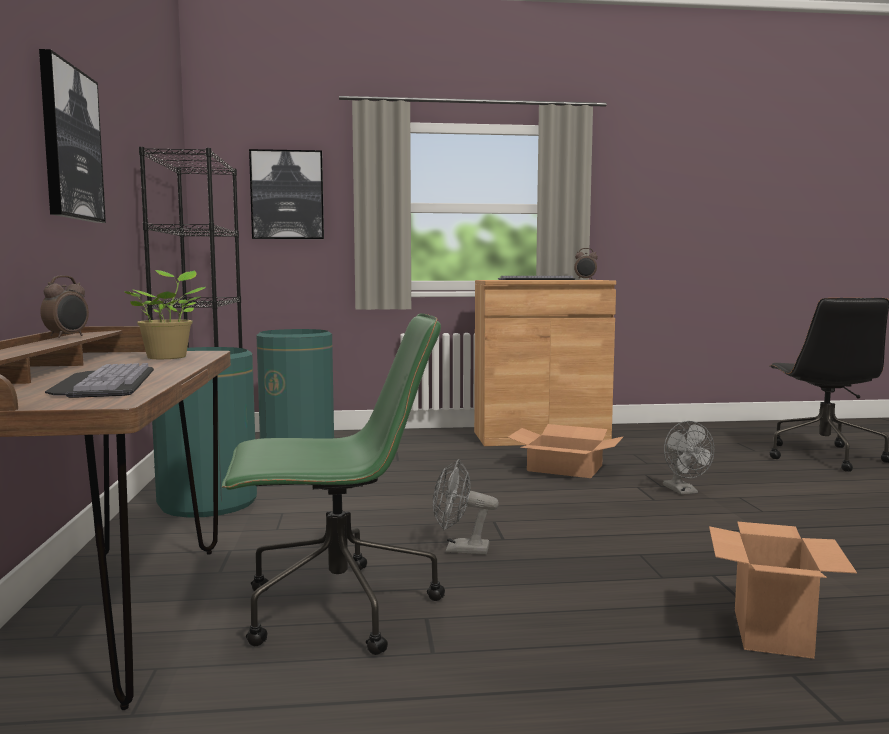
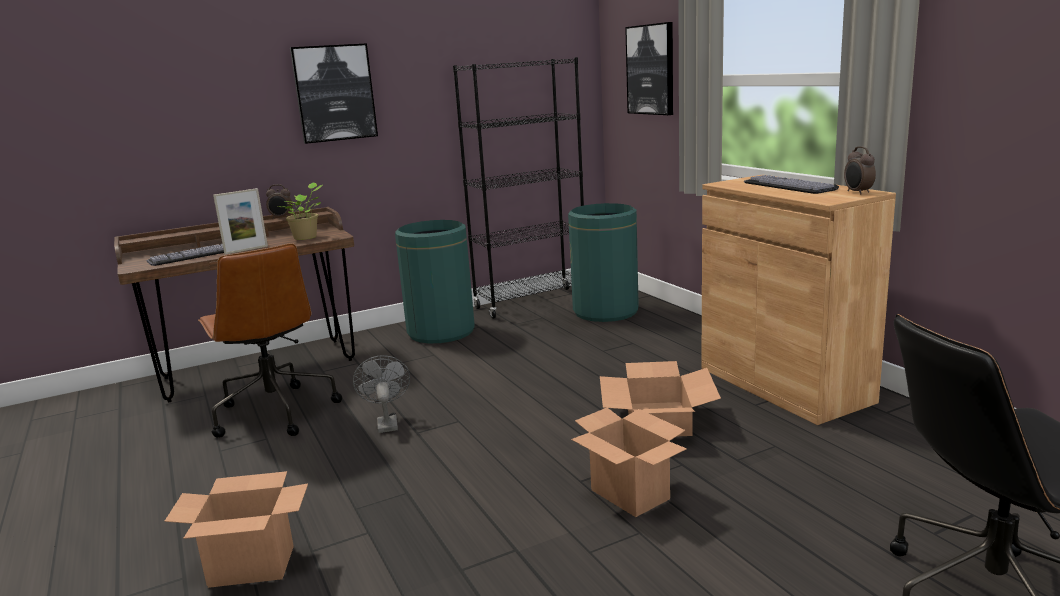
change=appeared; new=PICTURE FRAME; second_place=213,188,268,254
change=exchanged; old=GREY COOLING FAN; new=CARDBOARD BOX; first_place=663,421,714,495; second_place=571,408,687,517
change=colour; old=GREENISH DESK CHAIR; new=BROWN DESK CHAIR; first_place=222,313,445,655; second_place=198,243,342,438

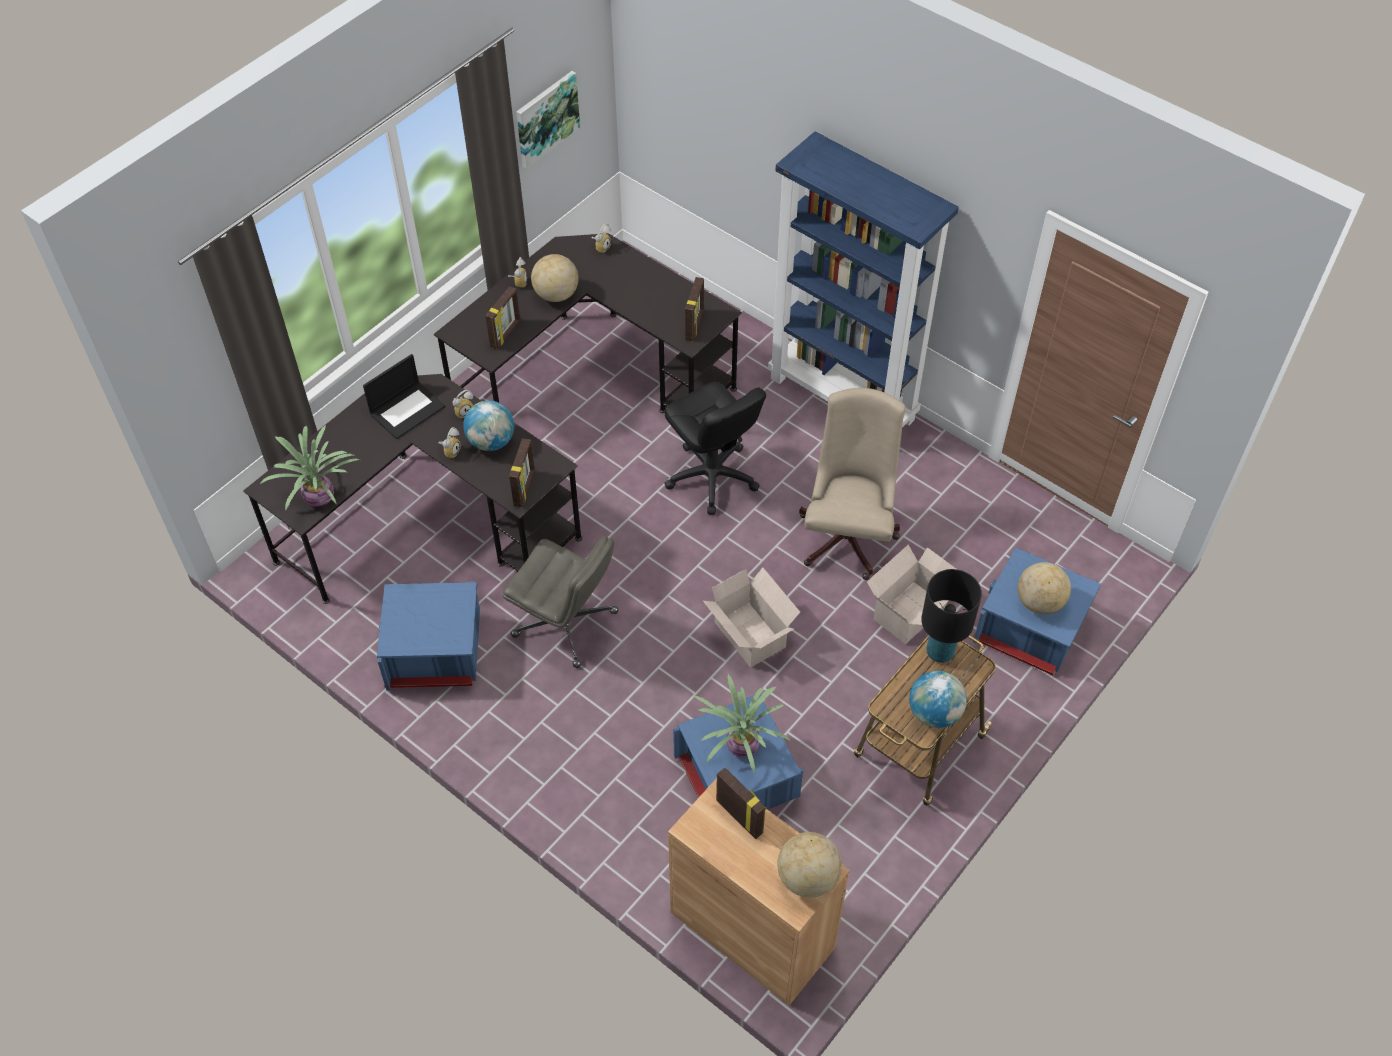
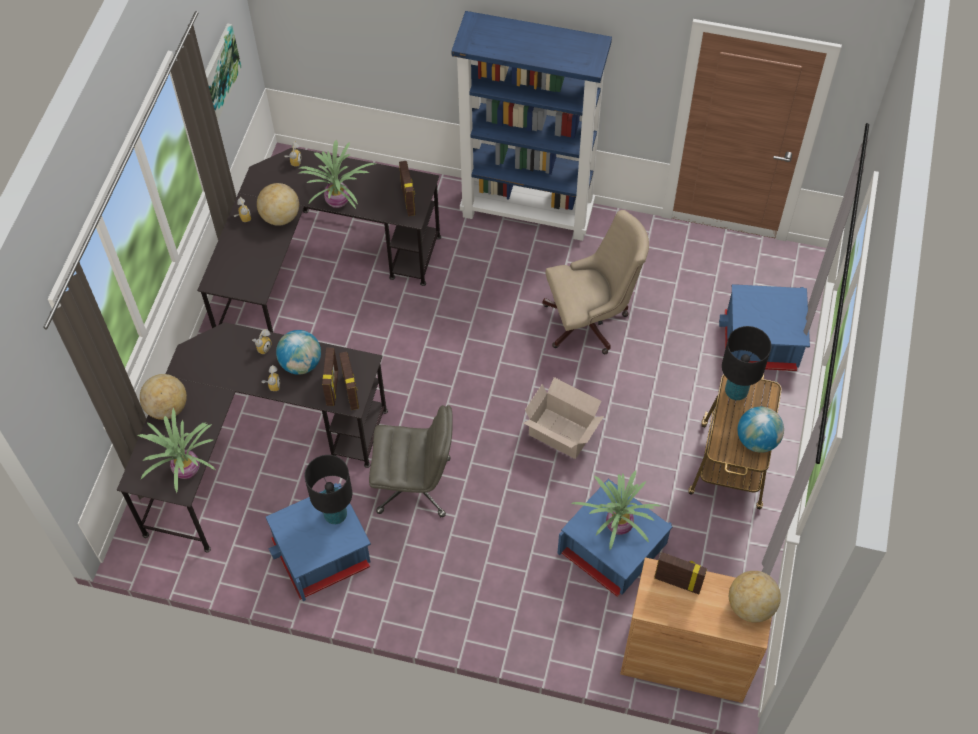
change=missing; old=PORTABLE COMPUTER; first_place=363,354,445,439
change=missing; old=BLACK-COLOURED DESK CHAIR; first_place=664,382,766,515
change=missing; old=CARDBOARD BOX; first_place=867,545,958,644
change=appeared; new=PLANT IN A POT; second_place=298,140,375,209
change=appeared; new=BLACK-COLOURED TABLETOP LAMP; second_place=304,455,352,524
change=relocated; old=PICTURE FRAME; first_place=485,286,520,349; second_place=322,348,338,406
change=relocated; old=GLOBE; first_place=1018,562,1071,614; second_place=140,374,187,420
change=spun; old=SAND-COLOURED DESK CHAIR; first_place=799,388,905,580; second_place=543,210,649,354; degrees=90

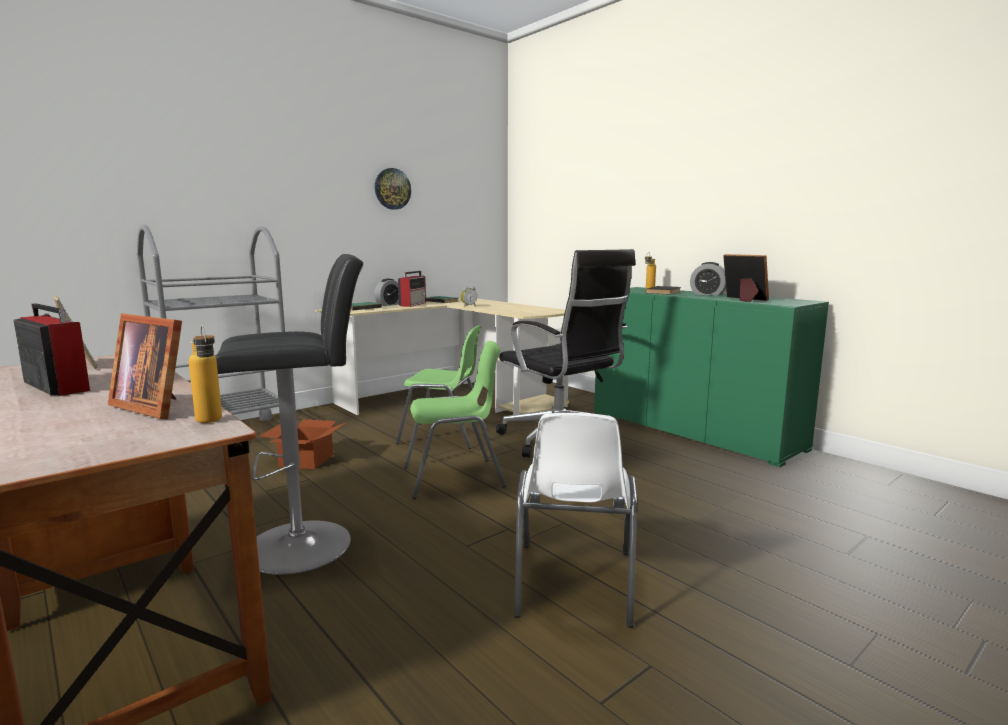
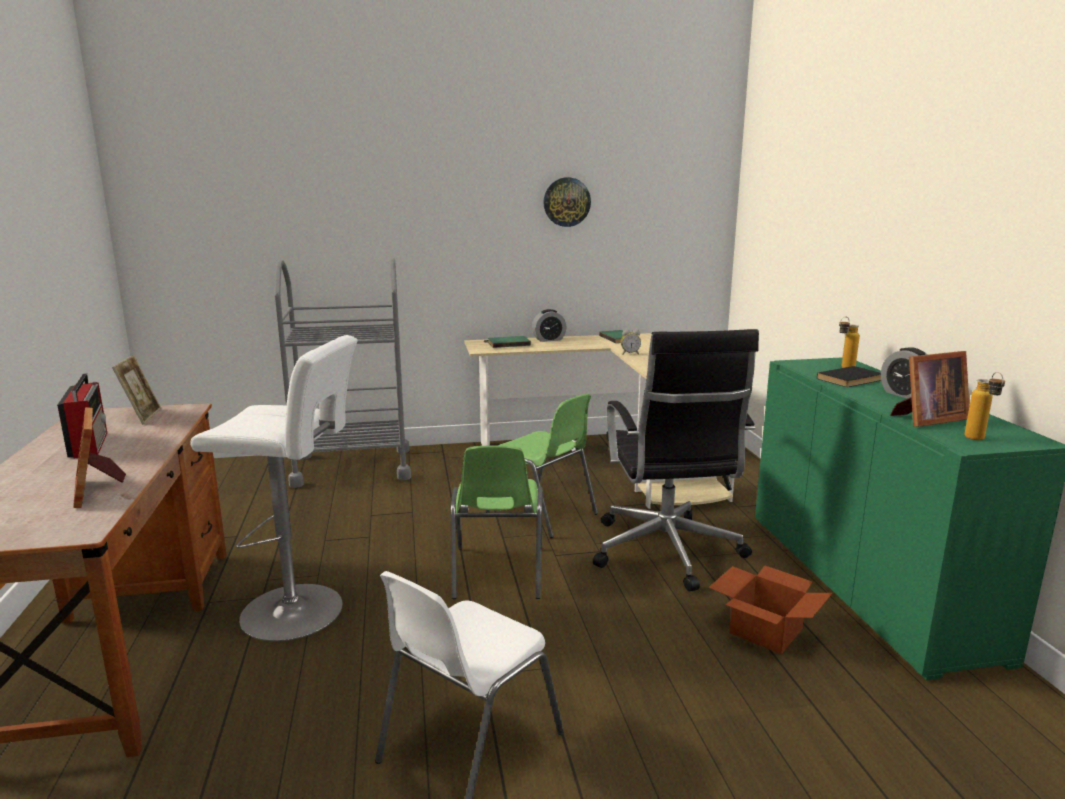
change=missing; old=RADIO; first_place=398,271,426,307
change=relocated; old=BEVERAGE BOTTLE; first_place=189,325,222,423; second_place=965,372,1005,440
change=relocated; old=CARDBOARD BOX; first_place=258,419,347,469; second_place=708,565,832,654
change=colour; old=BLACK-COLOURED SITTING STOOL; new=WHITE SITTING STOOL; first_place=216,254,363,575; second_place=190,335,358,641
change=spun; old=GREENISH CHAIR; first_place=404,341,506,499; second_place=450,445,543,599; degrees=75
change=spun; old=PICTURE FRAME; first_place=723,254,769,302; second_place=890,351,969,427; degrees=75

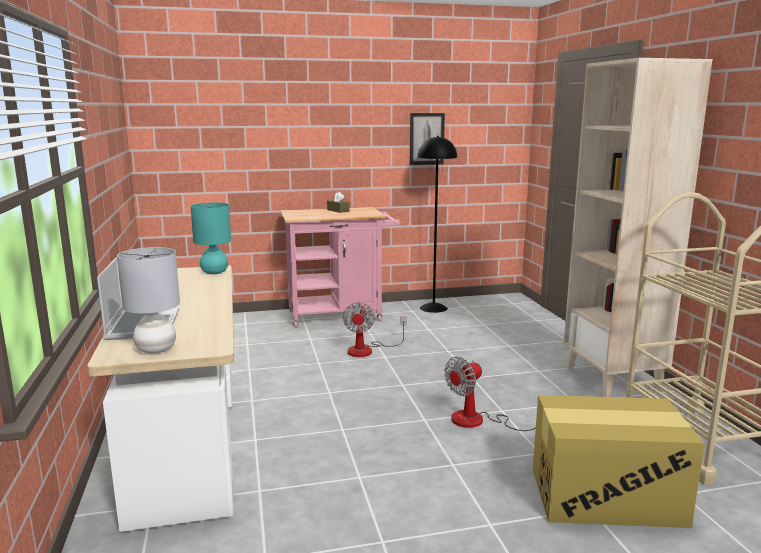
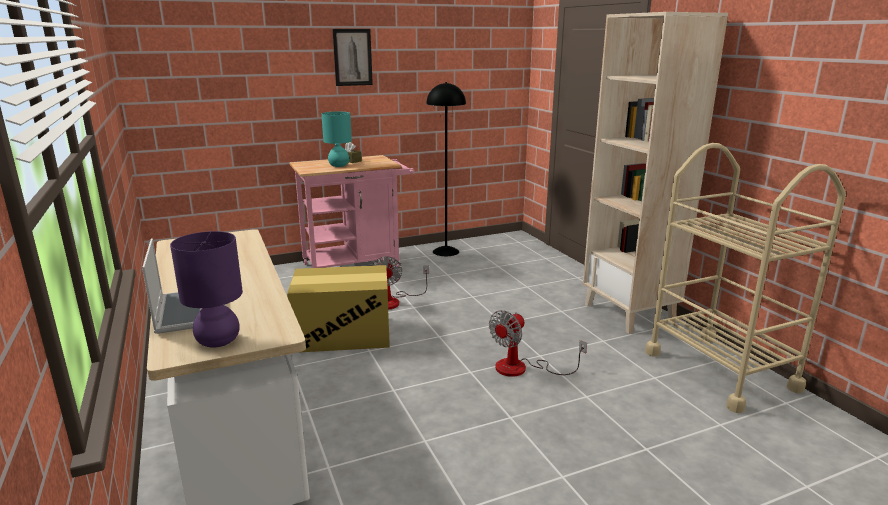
change=relocated; old=BLUE-GREEN TABLETOP LAMP; first_place=190,202,231,274; second_place=321,112,352,167
change=relocated; old=PICTURE; first_place=410,113,445,165; second_place=333,29,373,86
change=relocated; old=CARDBOARD BOX; first_place=533,395,705,528; second_place=287,265,390,353
change=colour; old=GREY TABLETOP LAMP; new=PURPLE-COLOURED TABLETOP LAMP; first_place=117,247,180,354; second_place=170,231,243,348

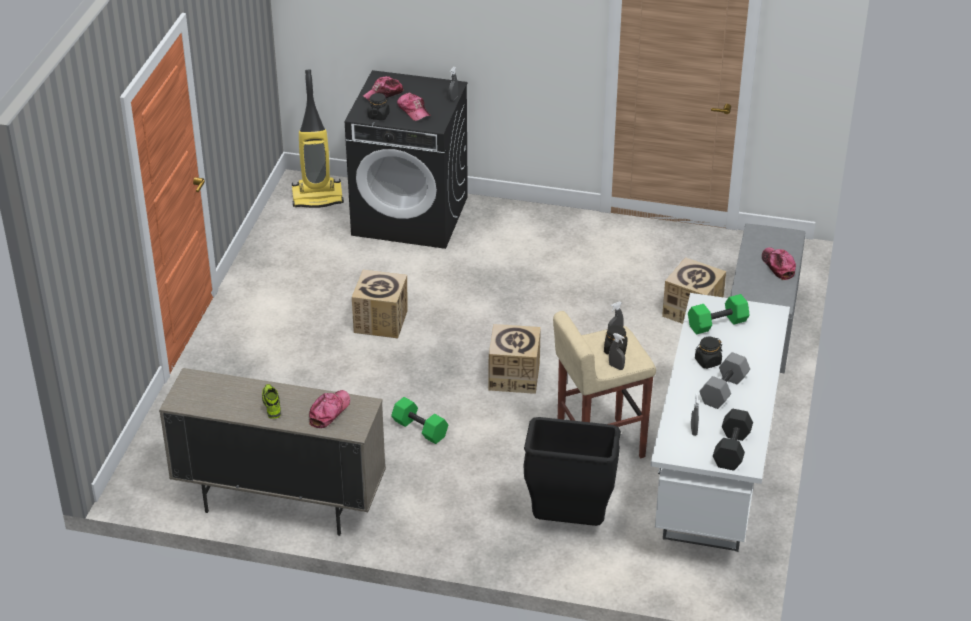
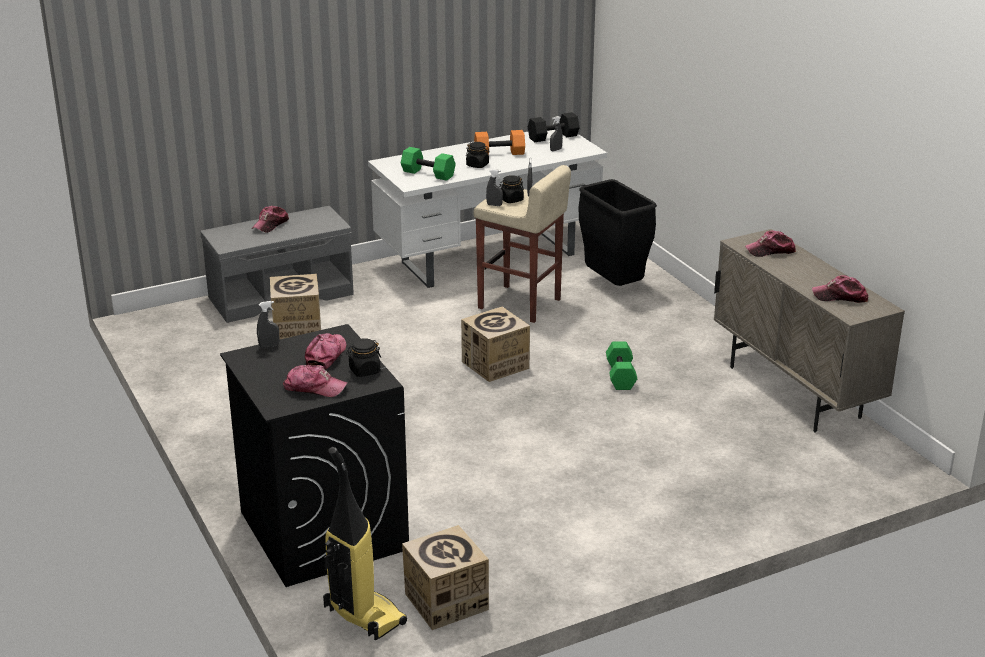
change=missing; old=LOW SHOE; first_place=262,384,281,419
change=appeared; new=BASEBALL CAP; second_place=812,275,868,303
change=relocated; old=CARDBOARD BOX; first_place=352,270,408,338; second_place=402,525,489,630
change=colour; old=GREY DUMBBELL; new=ORANGEY DUMBBELL; first_place=699,352,750,409; second_place=474,130,525,155

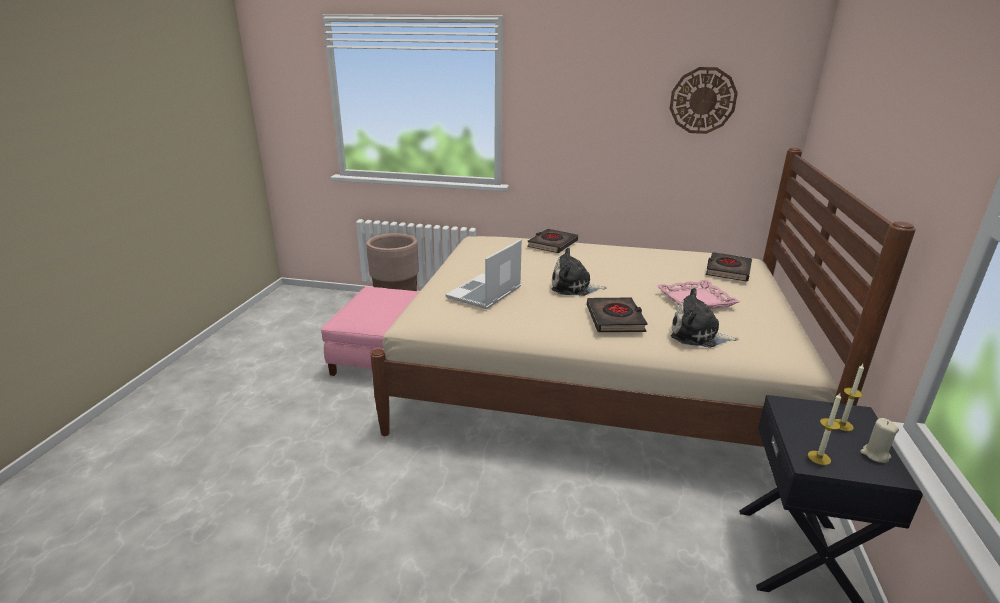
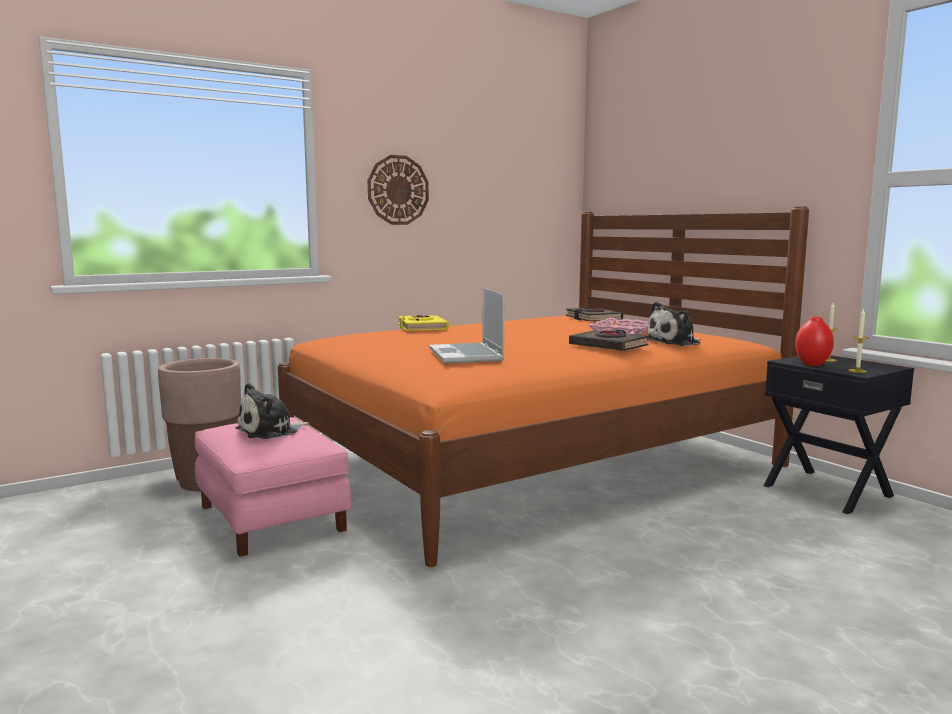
change=missing; old=SAND-COLOURED CANDLE; first_place=860,418,899,463
change=appeared; new=RED-COLOURED VASE; second_place=795,316,834,366
change=relocated; old=SOFT TOY; first_place=552,248,607,296; second_place=236,383,309,439
change=relocated; old=HANGING CLOCK; first_place=670,67,738,134; second_place=368,155,429,225
change=colour; old=SAND-COLOURED SLEEPING BED; new=ORANGEY SLEEPING BED; first_place=370,148,916,447; second_place=278,206,809,567
change=colour; old=BLACK-COLOURED BOUND BOOK; new=YELLOWISH BOUND BOOK; first_place=527,229,578,253; second_place=398,315,449,331

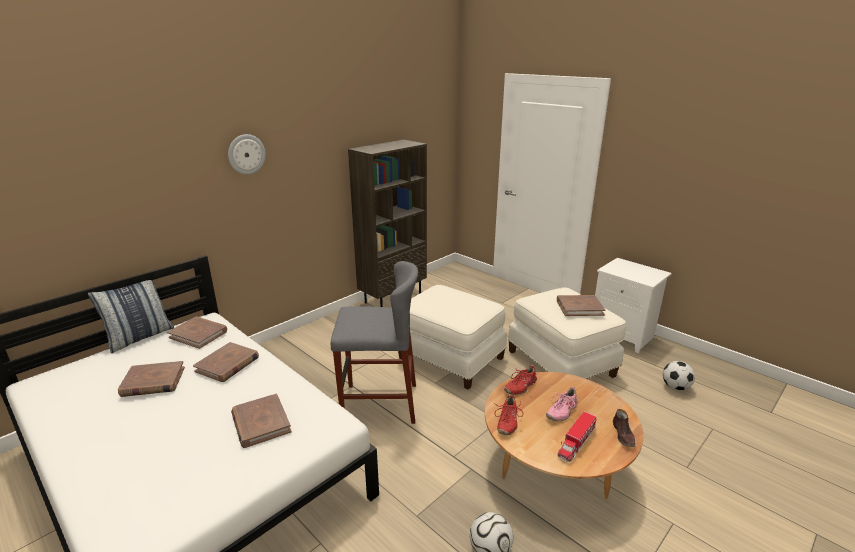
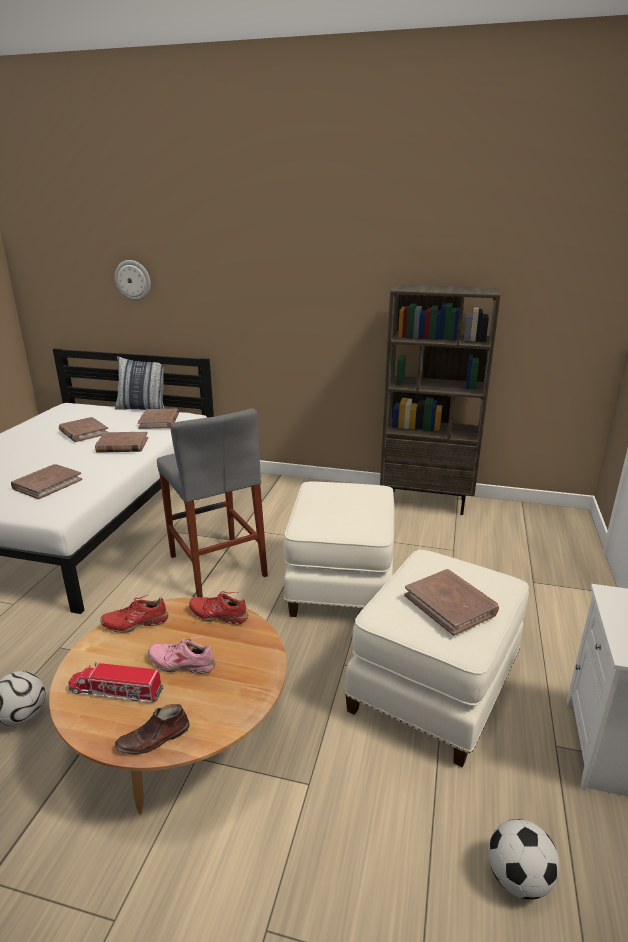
change=relocated; old=HANGING CLOCK; first_place=228,134,266,175; second_place=115,260,151,301

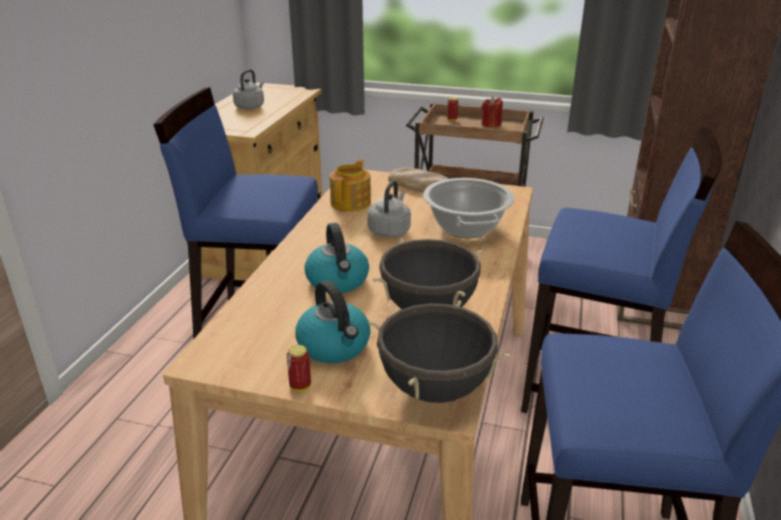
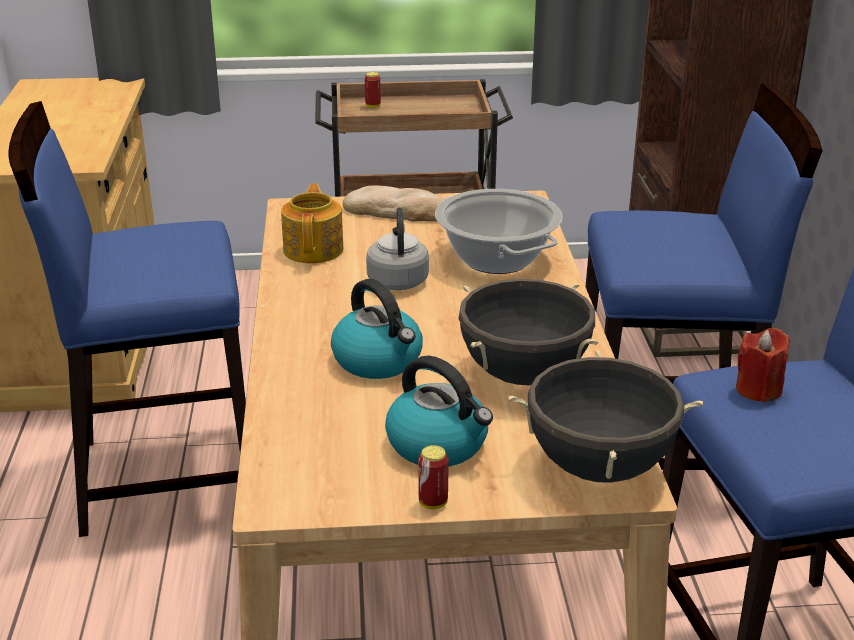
change=missing; old=GREY TEA KETTLE; first_place=233,69,264,110
change=relocated; old=RED-COLOURED CANDLE; first_place=481,96,503,128; second_place=736,328,789,403

